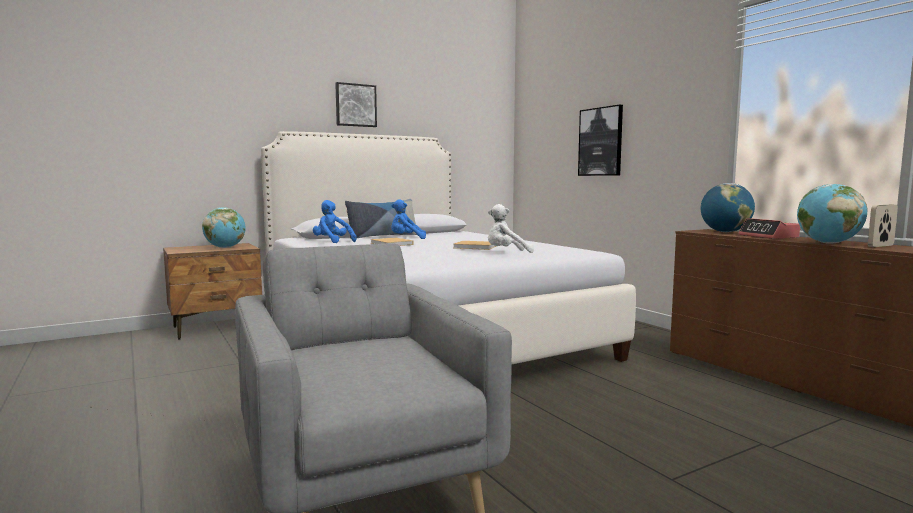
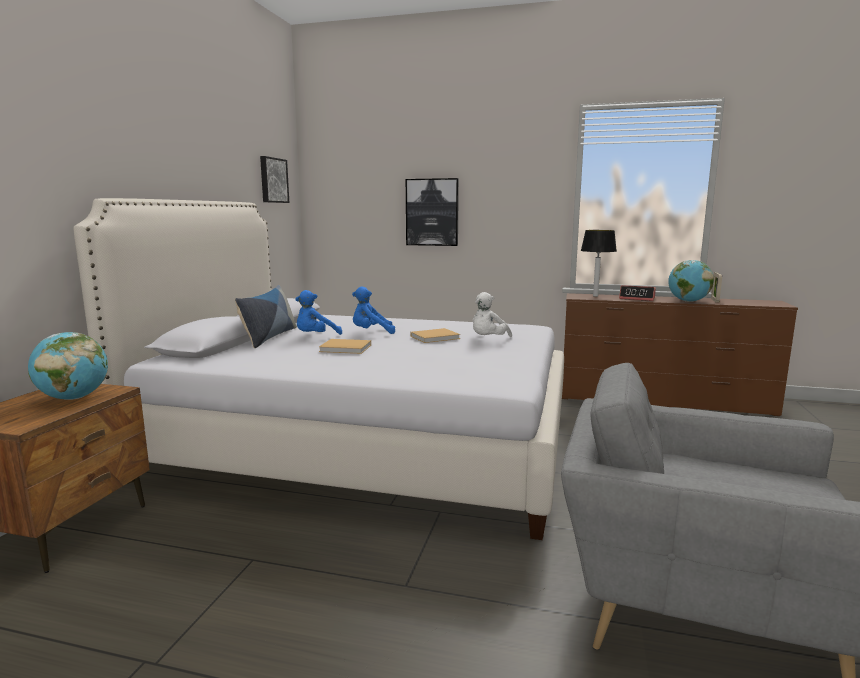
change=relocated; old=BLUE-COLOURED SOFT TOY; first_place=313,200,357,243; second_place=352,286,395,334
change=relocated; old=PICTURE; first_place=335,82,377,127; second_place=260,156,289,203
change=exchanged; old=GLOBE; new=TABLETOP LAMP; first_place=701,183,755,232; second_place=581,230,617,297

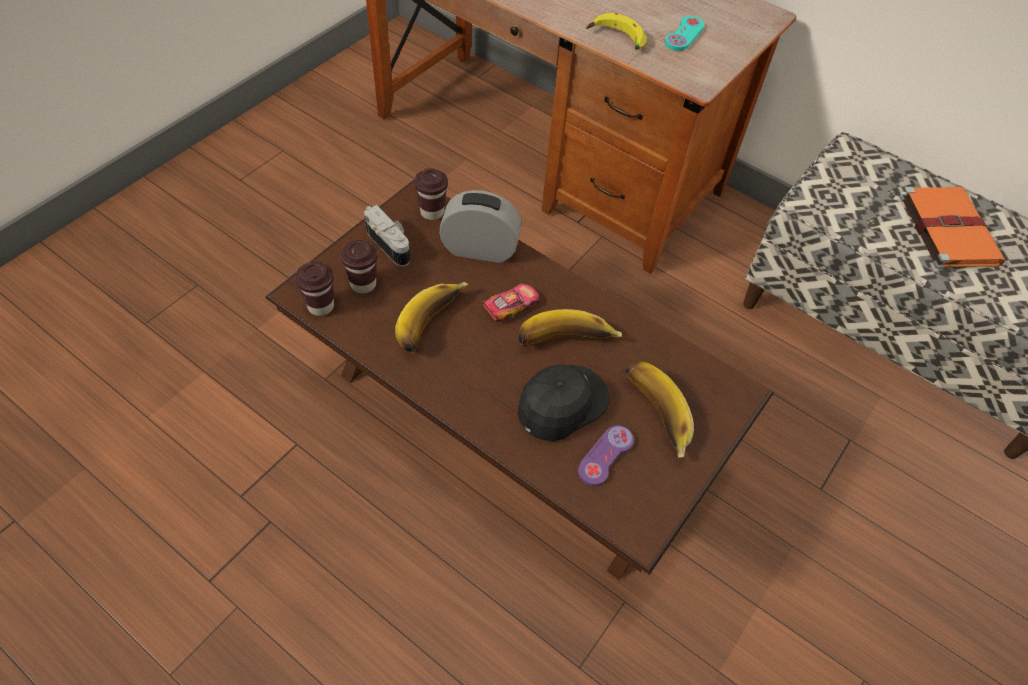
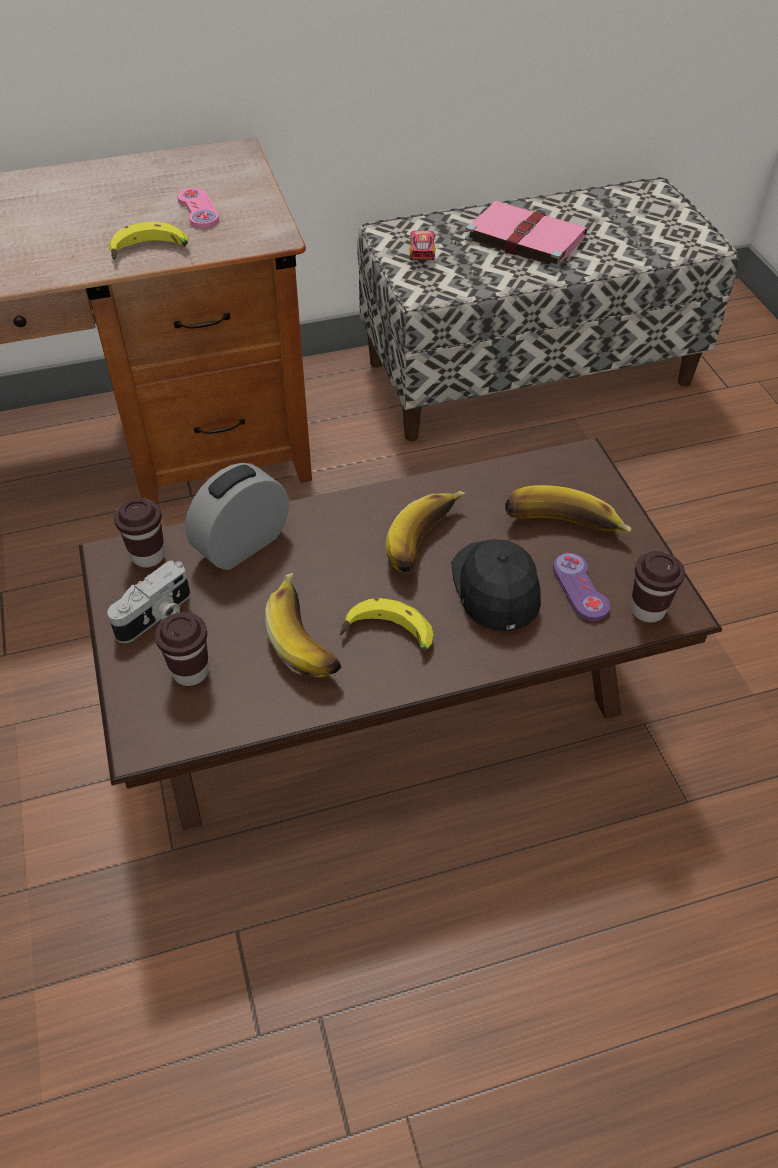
change=appeared; new=BANANA; second_place=340,598,433,652
change=relocated; old=BROWN CUP; first_place=295,262,334,316; second_place=631,551,685,623
change=relocated; old=MINIATURE CAR; first_place=483,283,539,322; second_place=409,230,435,261
change=colour; old=BLUE-GREEN GAMEPAD; new=PINK-COLOURED GAMEPAD; first_place=665,16,704,51; second_place=177,188,219,228
change=colour; old=ORANGEY BOUND BOOK; new=PINK-COLOURED BOUND BOOK; first_place=899,187,1005,269; second_place=463,201,587,268
change=spun; old=PHOTO CAMERA; first_place=364,205,410,266; second_place=107,560,190,643; degrees=135

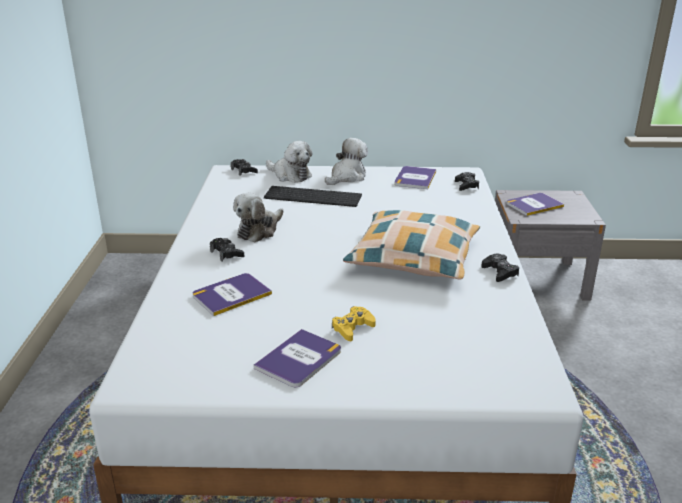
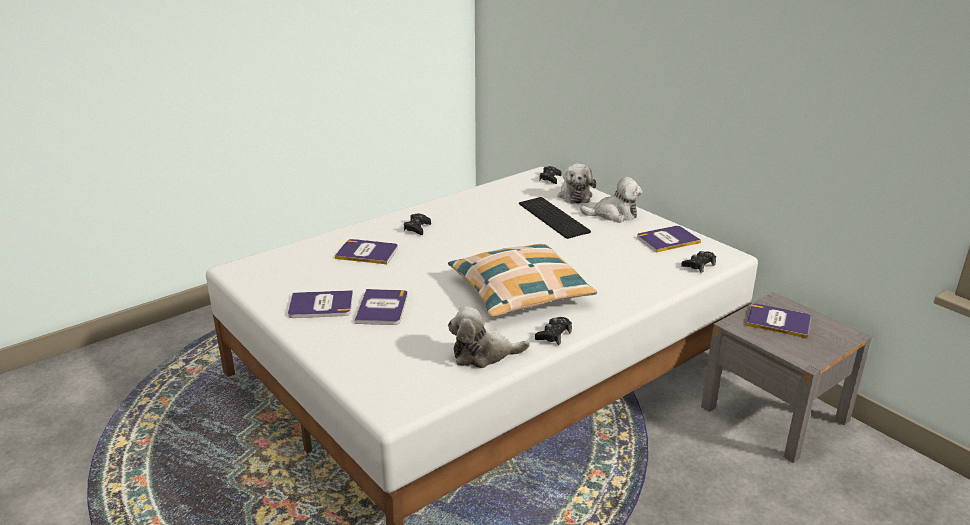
change=relocated; old=SOFT TOY; first_place=233,193,283,243; second_place=448,306,530,368
change=exchanged; old=YELLOWISH GAMEPAD; new=BOUND BOOK; first_place=332,306,376,341; second_place=354,289,408,325

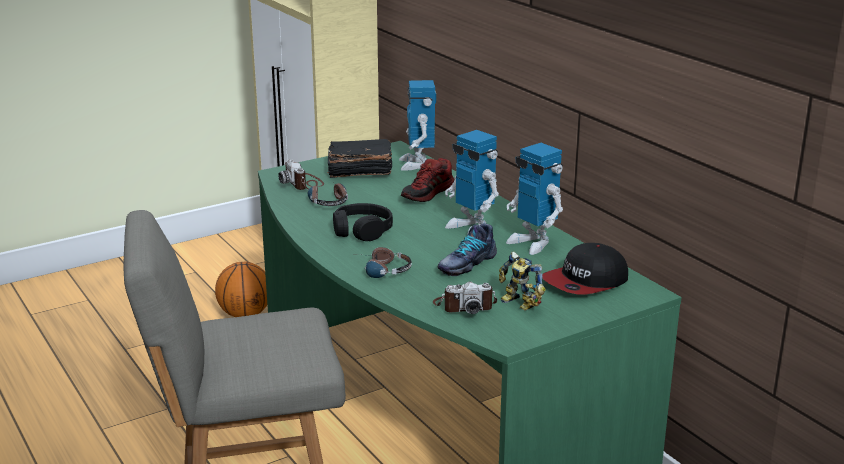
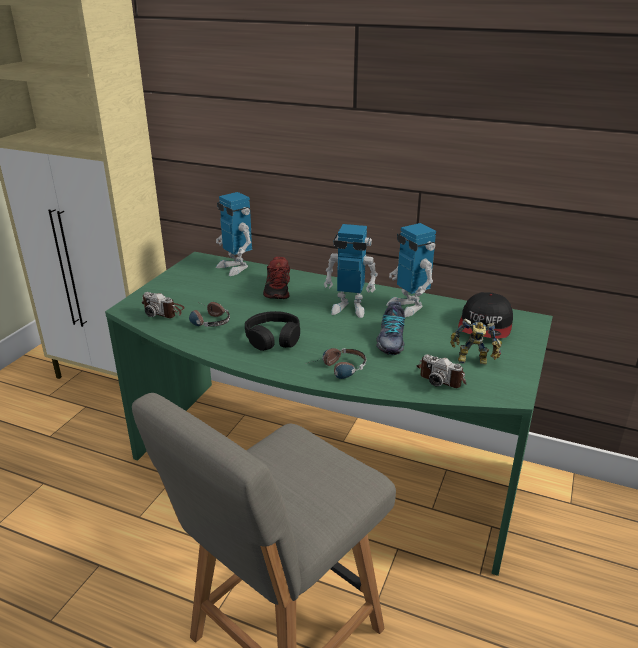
change=missing; old=BASKETBALL BALL; first_place=215,261,267,317
change=missing; old=BLACK-COLOURED BOUND BOOK; first_place=327,139,392,178
change=spun; old=PHOTO CAMERA; first_place=433,281,497,314; second_place=417,354,466,388; degrees=75
change=spun; old=TOY ROBOT; first_place=506,143,563,255; second_place=386,223,436,317; degrees=45

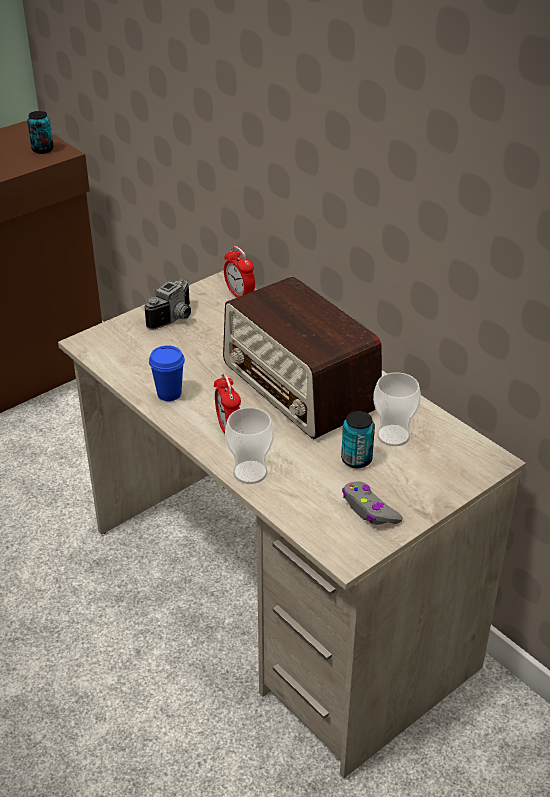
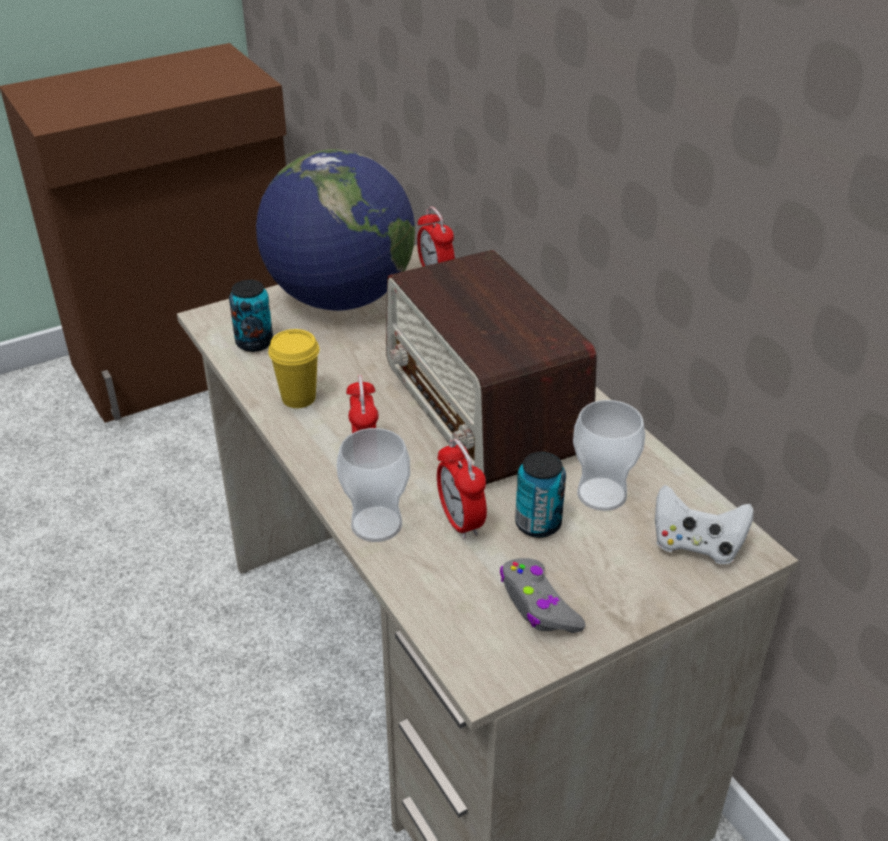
change=appeared; new=TABLE CLOCK; second_place=437,439,487,539
change=appeared; new=WHITE GAMEPAD; second_place=655,485,754,564
change=relocated; old=CAN; first_place=27,111,54,154; second_place=229,280,273,352
change=exchanged; old=PHOTO CAMERA; new=GLOBE; first_place=144,279,191,329; second_place=256,149,415,311
change=colour; old=BLUE-COLOURED CUP; new=YELLOWISH CUP; first_place=149,345,185,401; second_place=268,329,319,408

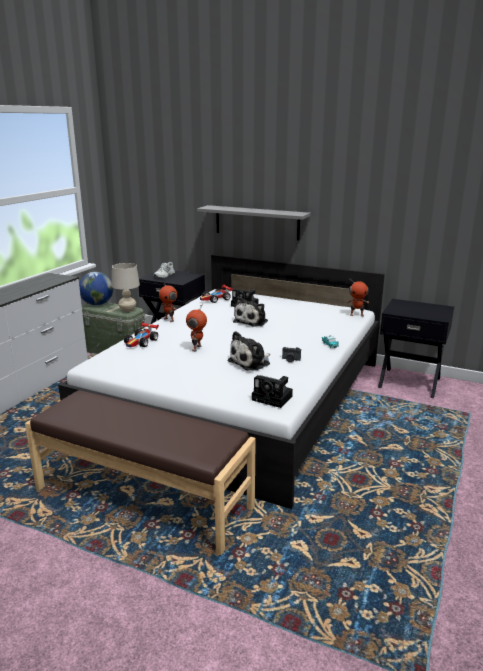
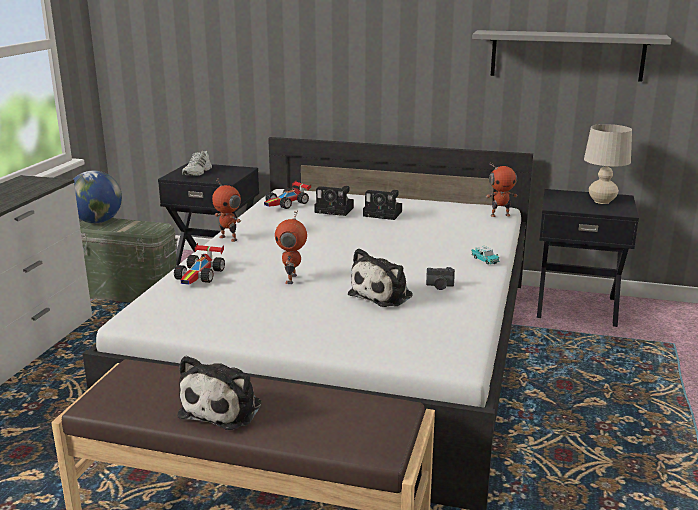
change=relocated; old=SAND-COLOURED TABLETOP LAMP; first_place=112,263,140,312; second_place=584,124,632,204
change=relocated; old=GREY WALL SHELF; first_place=197,205,311,240; second_place=472,30,672,82
change=relocated; old=SOFT TOY; first_place=233,296,268,327; second_place=177,355,262,430
change=relocated; old=PHOTO CAMERA; first_place=252,375,293,408; second_place=363,190,402,220

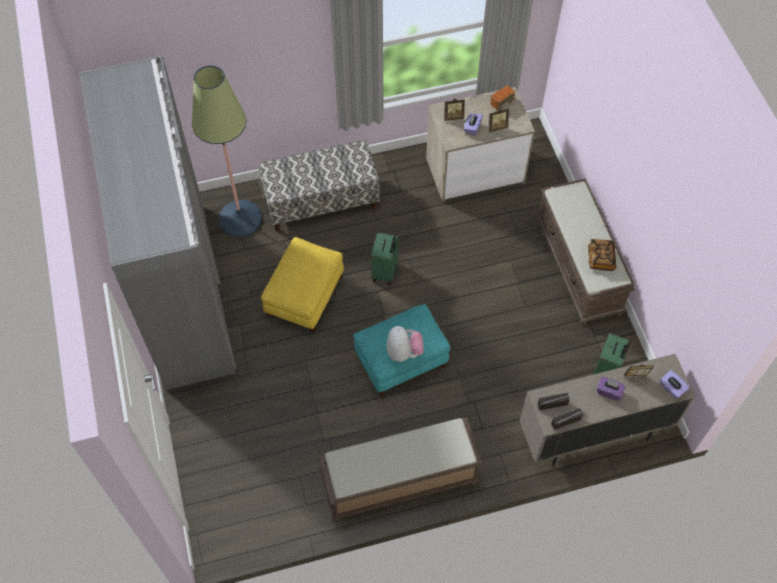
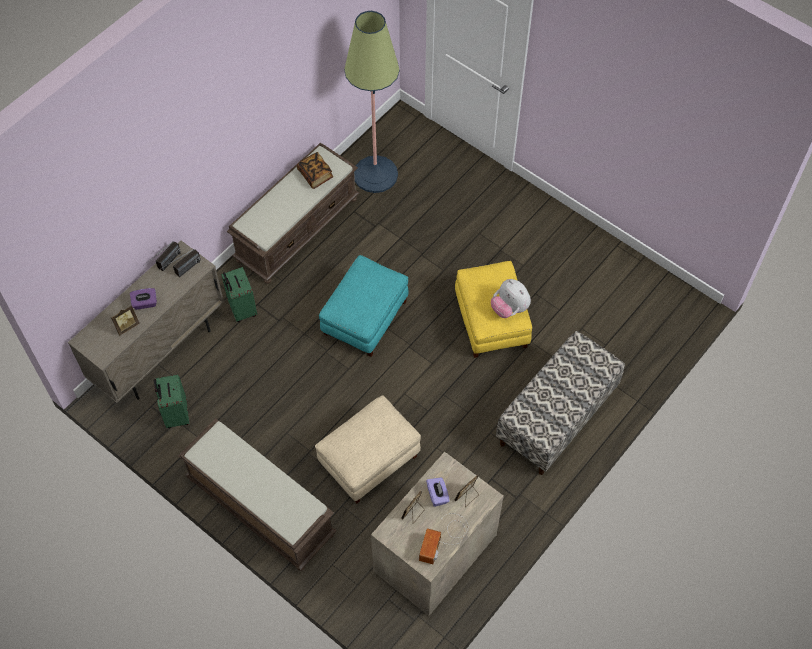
change=missing; old=GREY CLOTHES CUPBOARD; first_place=80,56,237,390
change=missing; old=PURPLE-COLOURED TISSUE HOLDER; first_place=660,370,690,399
change=appeared; new=SAND-COLOURED POUFFE; second_place=315,395,421,503
change=relocated; old=STANDARD LAMP; first_place=192,66,262,237; second_place=344,11,400,193
change=relocated; old=GREENISH TRAVEL CASE; first_place=371,232,398,285; second_place=221,267,257,322
change=relocated; old=SOFT TOY; first_place=387,326,424,362; second_place=491,279,531,318
change=relocated; old=BOUND BOOK; first_place=588,239,617,271; second_place=297,152,333,189

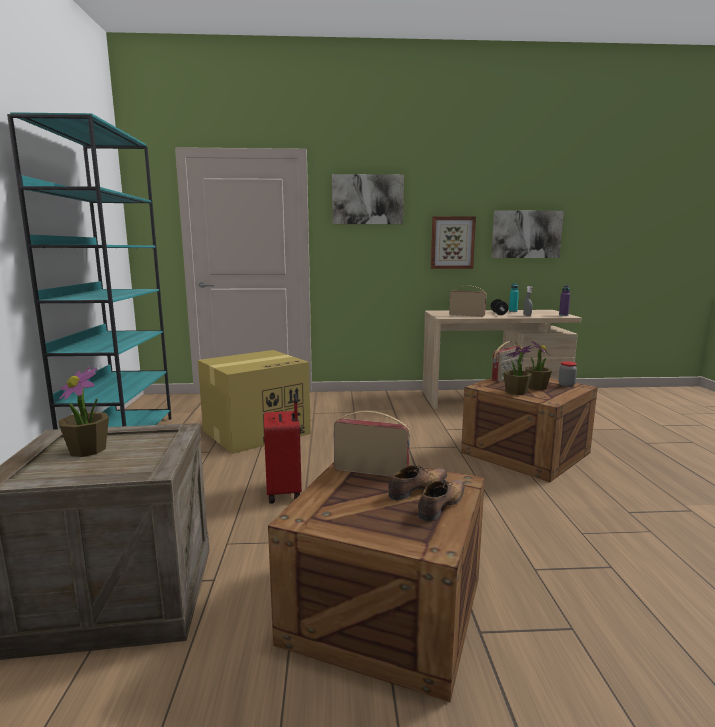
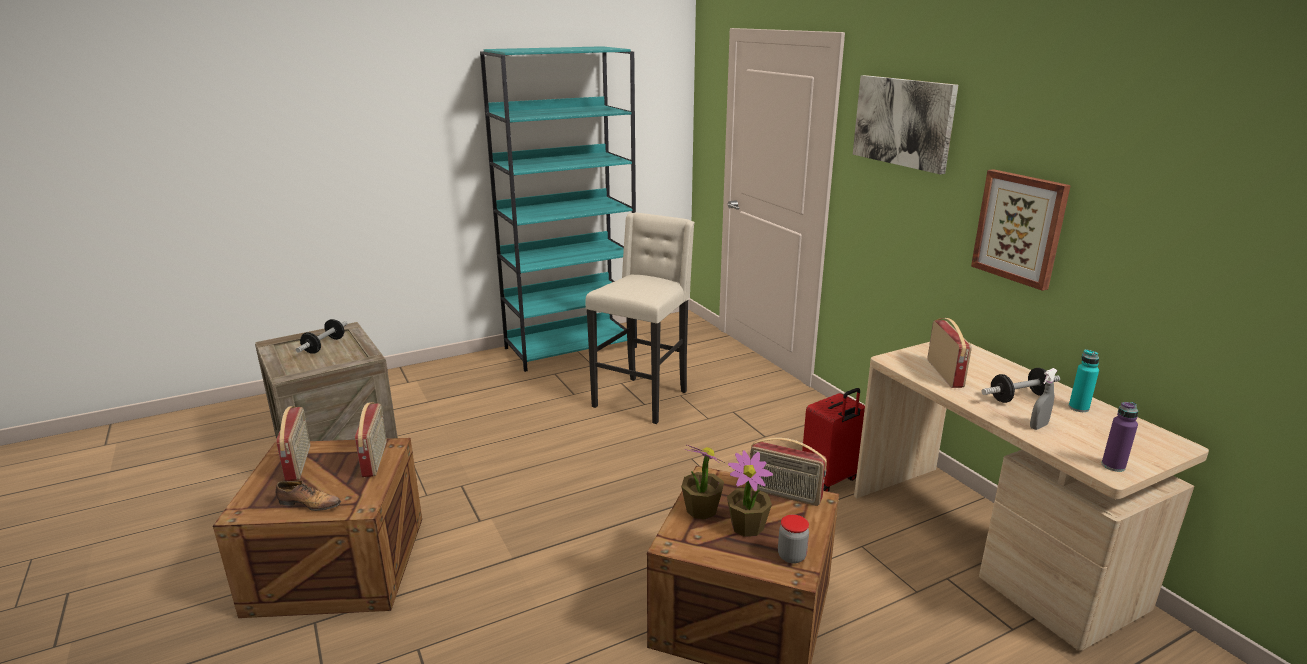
change=missing; old=LOW SHOE; first_place=388,465,447,501
change=missing; old=PICTURE; first_place=491,210,564,258
change=appeared; new=RADIO; second_place=276,406,310,481
change=relocated; old=RED-COLOURED TRAVEL CASE; first_place=264,394,302,504; second_place=802,388,865,492
change=exchanged; old=PLANT IN A POT; new=DUMBBELL; first_place=58,367,109,457; second_place=296,319,348,354
change=exchanged; old=CARDBOARD BOX; new=SAND-COLOURED SITTING STOOL; first_place=198,350,311,454; second_place=586,213,695,424

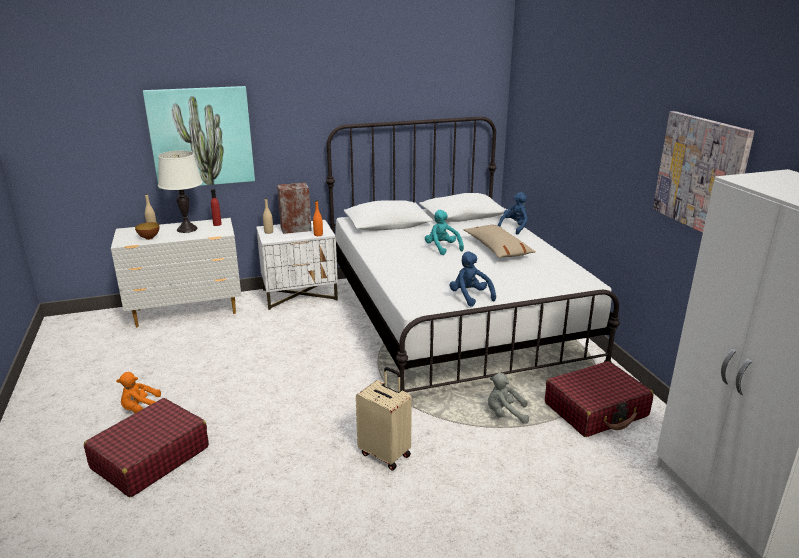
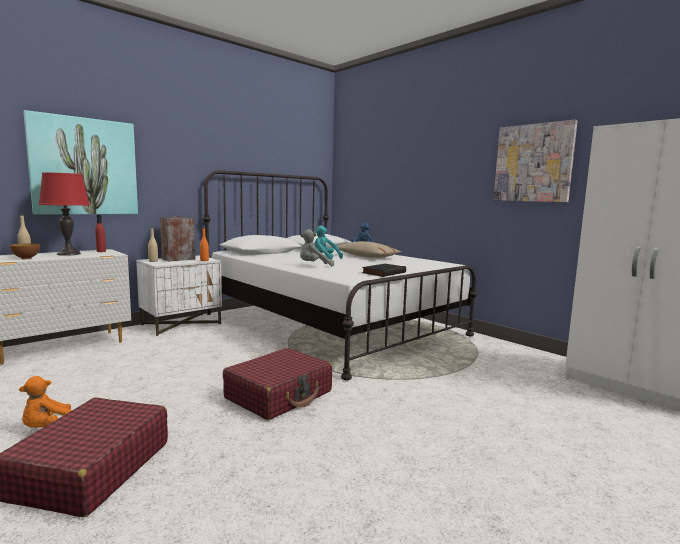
change=missing; old=SAND-COLOURED TRAVEL CASE; first_place=356,367,412,470
change=relocated; old=GREY SOFT TOY; first_place=488,373,529,424; second_place=300,229,334,266
change=relocated; old=RED-COLOURED TRAVEL CASE; first_place=545,361,654,437; second_place=223,348,332,420
change=exchanged; old=BLUE-COLOURED SOFT TOY; new=BLACK-COLOURED BOUND BOOK; first_place=450,251,496,307; second_place=362,264,406,277
change=colour; old=WHITE TABLETOP LAMP; new=RED-COLOURED TABLETOP LAMP; first_place=158,151,203,233; second_place=38,172,90,256

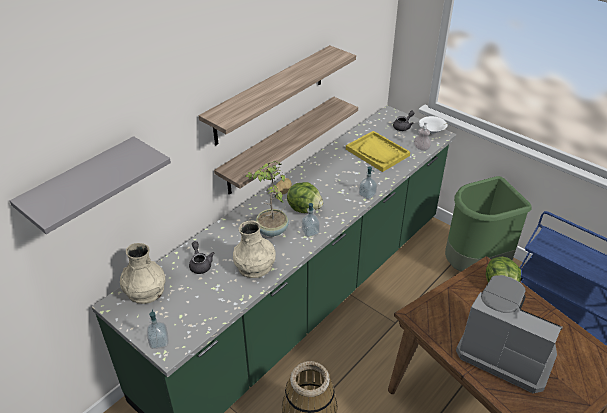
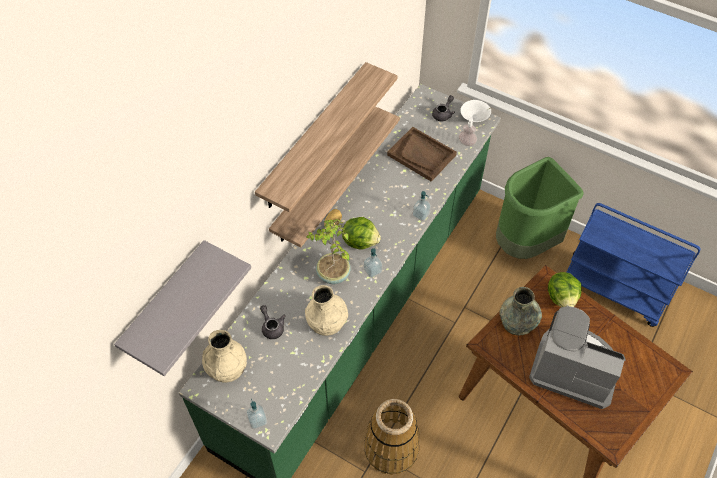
change=appeared; new=GREY VASE; second_place=500,287,542,335
change=colour; old=YELLOWISH TRAY; new=BROWN TRAY; first_place=346,131,410,172; second_place=387,127,457,182

